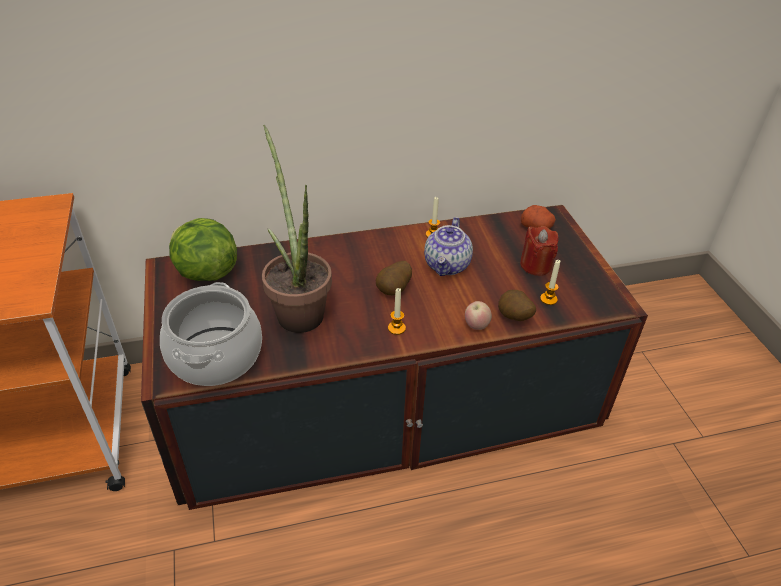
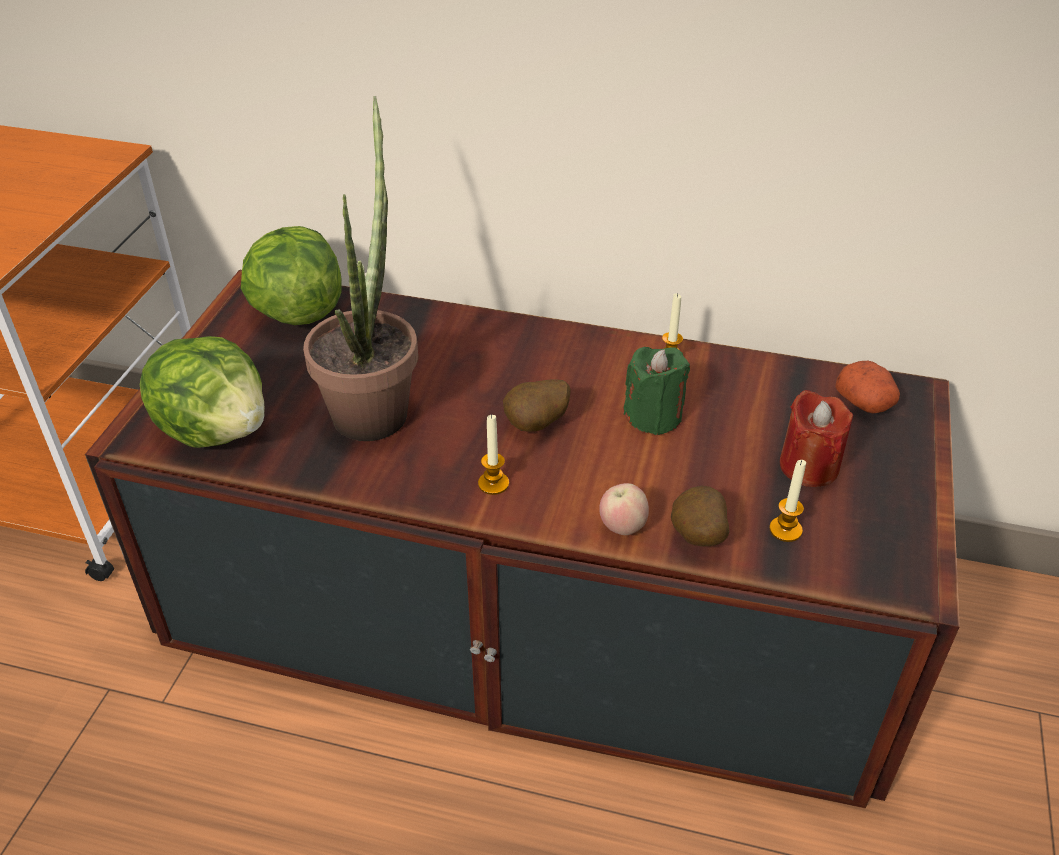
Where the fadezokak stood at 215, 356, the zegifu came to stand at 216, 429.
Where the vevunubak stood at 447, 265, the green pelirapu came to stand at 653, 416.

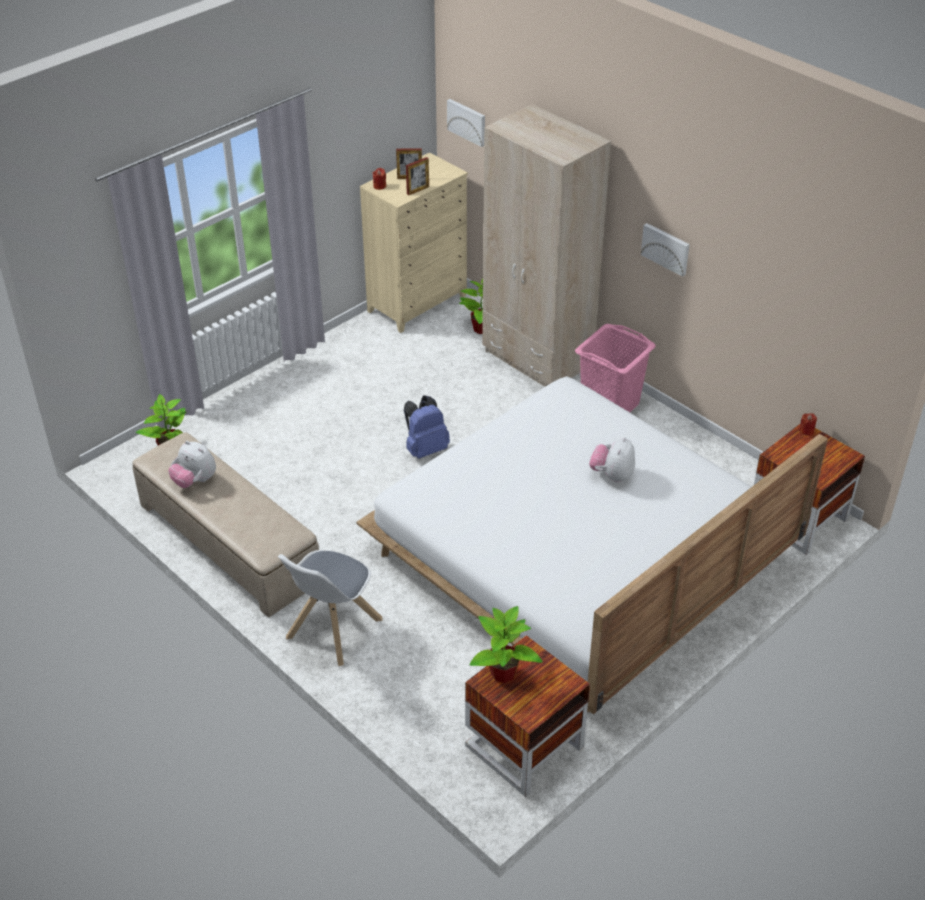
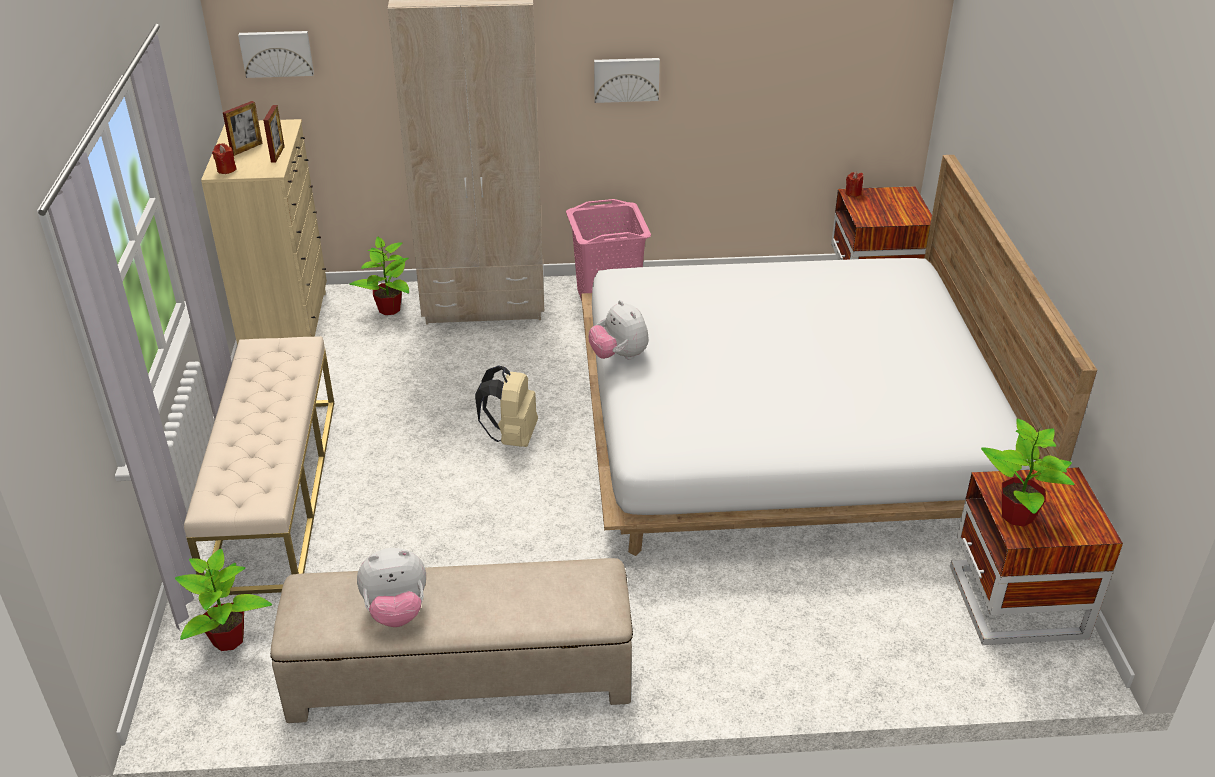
The second view lost the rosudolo at 332, 630.
The second view gained the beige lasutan at 274, 490.
The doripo ended up elsewhere, having gone from 612, 475 to 619, 356.
What was the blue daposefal at 425, 449 turned into the beige daposefal at 512, 437.

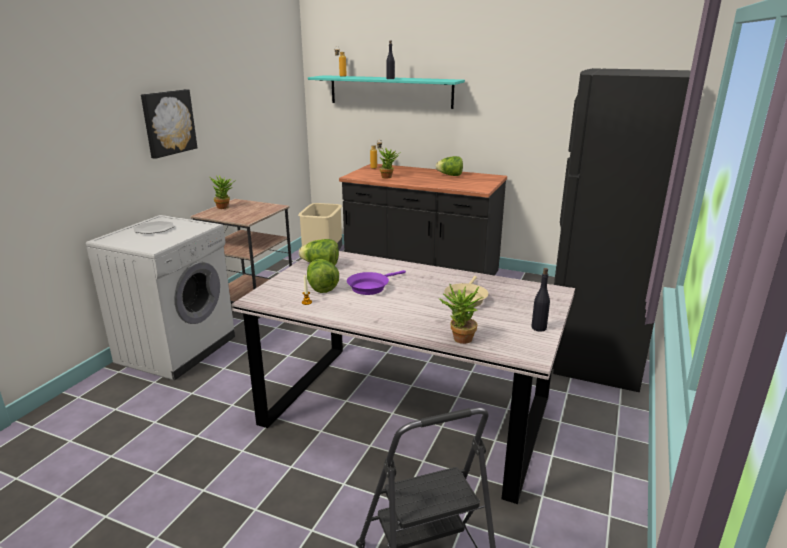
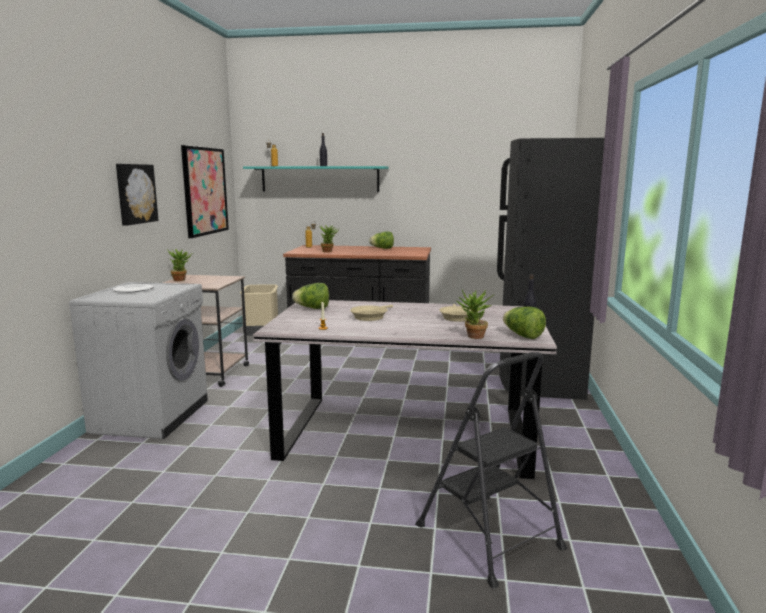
The second view gained the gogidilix at 205, 191.
The zegifu ended up elsewhere, having gone from 321, 287 to 522, 336.
What was the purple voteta at 370, 287 turned into the beige voteta at 370, 316.

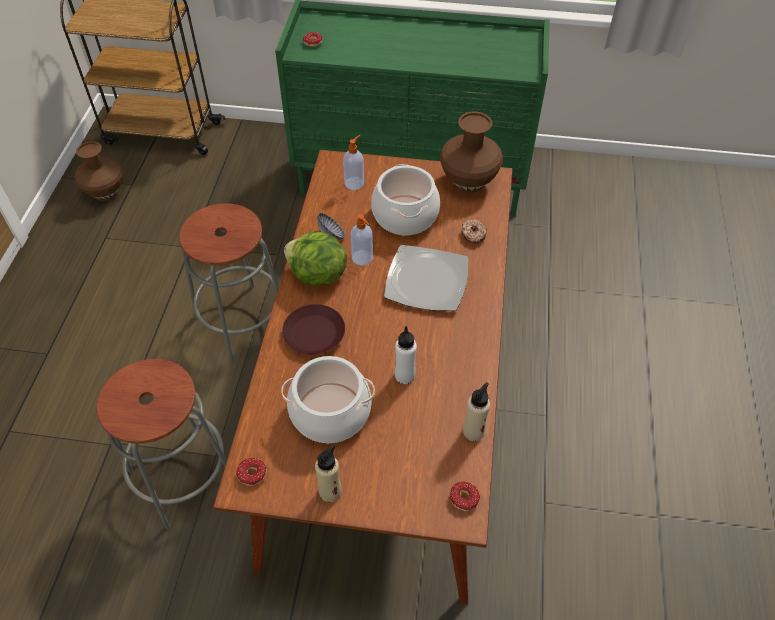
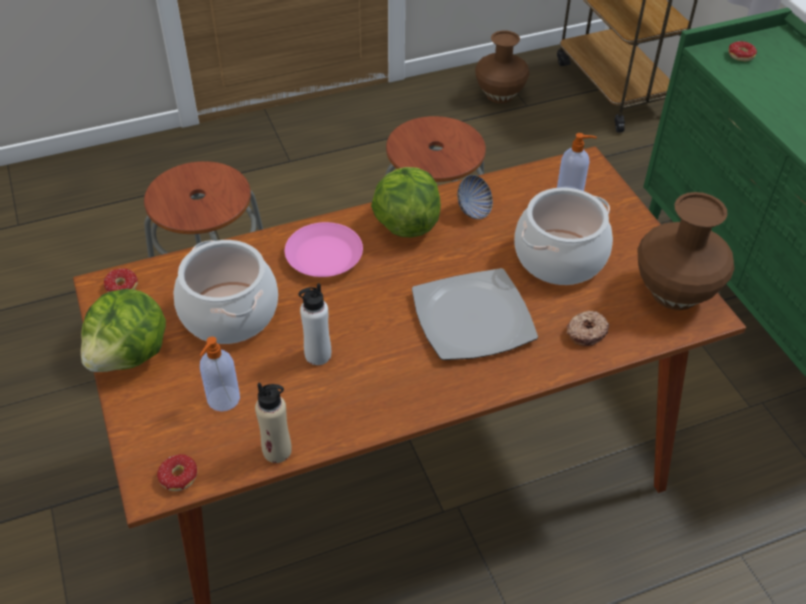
The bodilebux ended up elsewhere, having gone from 362, 258 to 223, 400.
Where the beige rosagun stood at 330, 491, the zegifu came to stand at 130, 355.
What was the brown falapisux at 315, 333 turned into the pink falapisux at 324, 256.

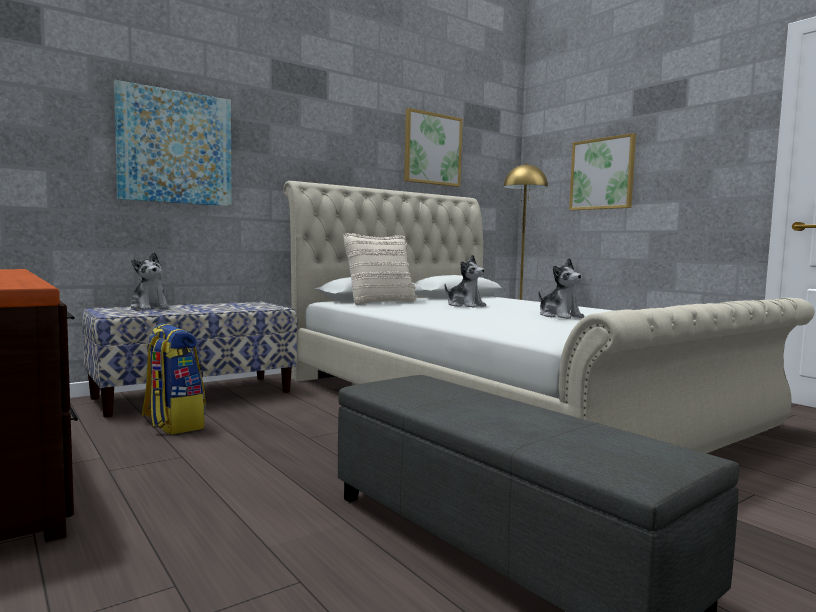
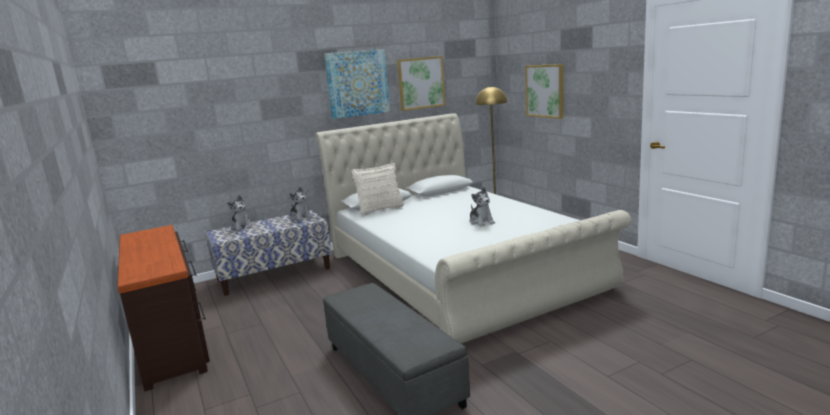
The second view lost the daposefal at 173, 424.
The gogidilix ended up elsewhere, having gone from 175, 147 to 357, 83.
The doripo ended up elsewhere, having gone from 465, 305 to 301, 217.

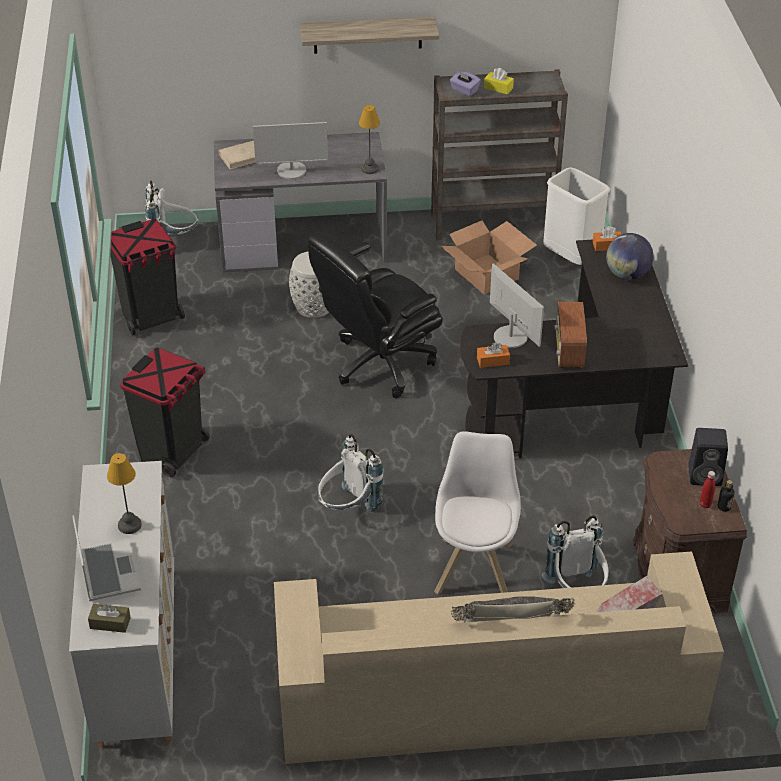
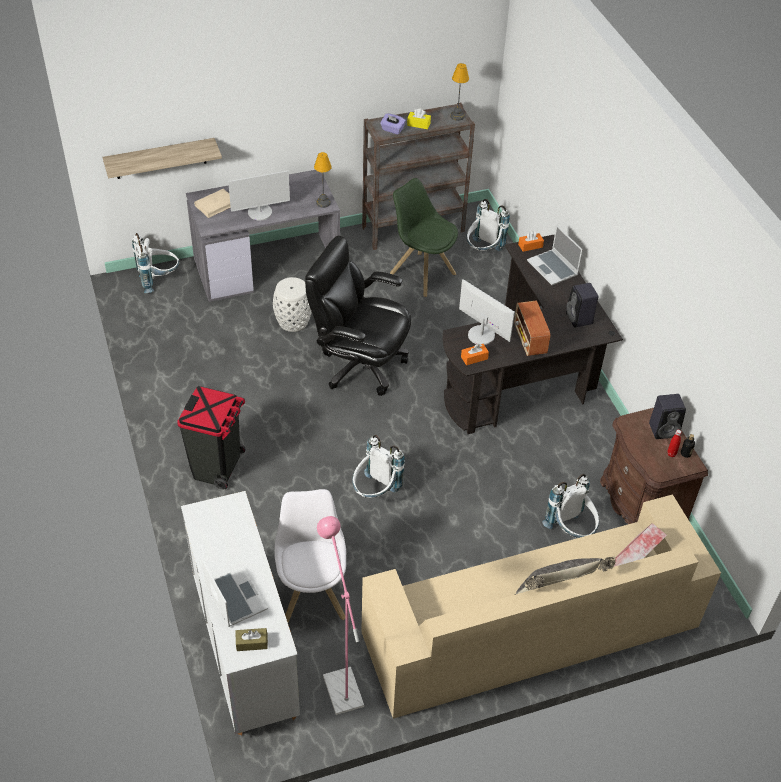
The second view lost the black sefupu at 151, 317.
The second view gained the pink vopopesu at 340, 683.
The second view gained the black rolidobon at 580, 319.
The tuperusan ended up elsewhere, having gone from 130, 525 to 457, 116.
The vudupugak ended up elsewhere, having gone from 367, 35 to 160, 158.
The white rosudolo ended up elsewhere, having gone from 474, 568 to 312, 594.
Where the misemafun stood at 487, 274, the green rosudolo came to stand at 422, 273.
Where the white sefupu stood at 571, 258, the white daposefal came to stand at 483, 252.
Where the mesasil stood at 627, 274, the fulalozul came to stand at 553, 268.
The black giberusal at 377, 364 ended up facing another way, 75 degrees clockwise from before.

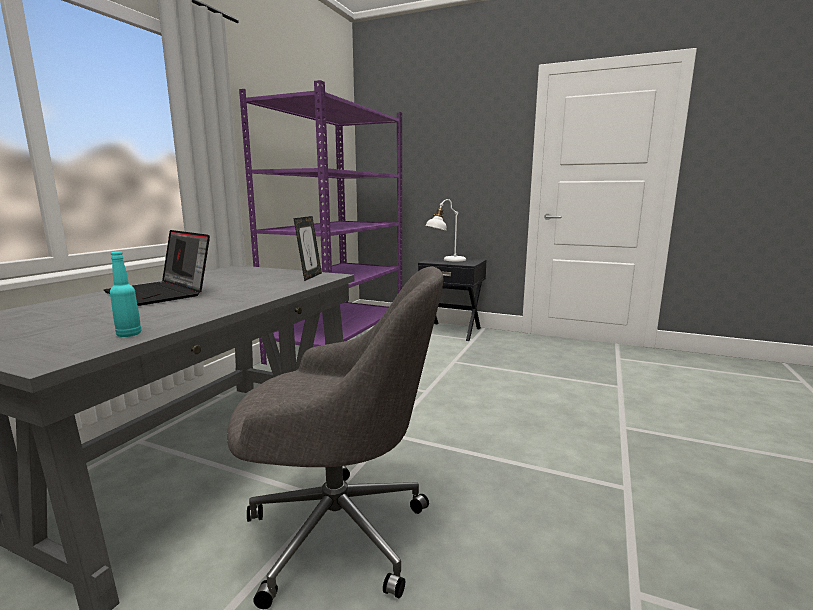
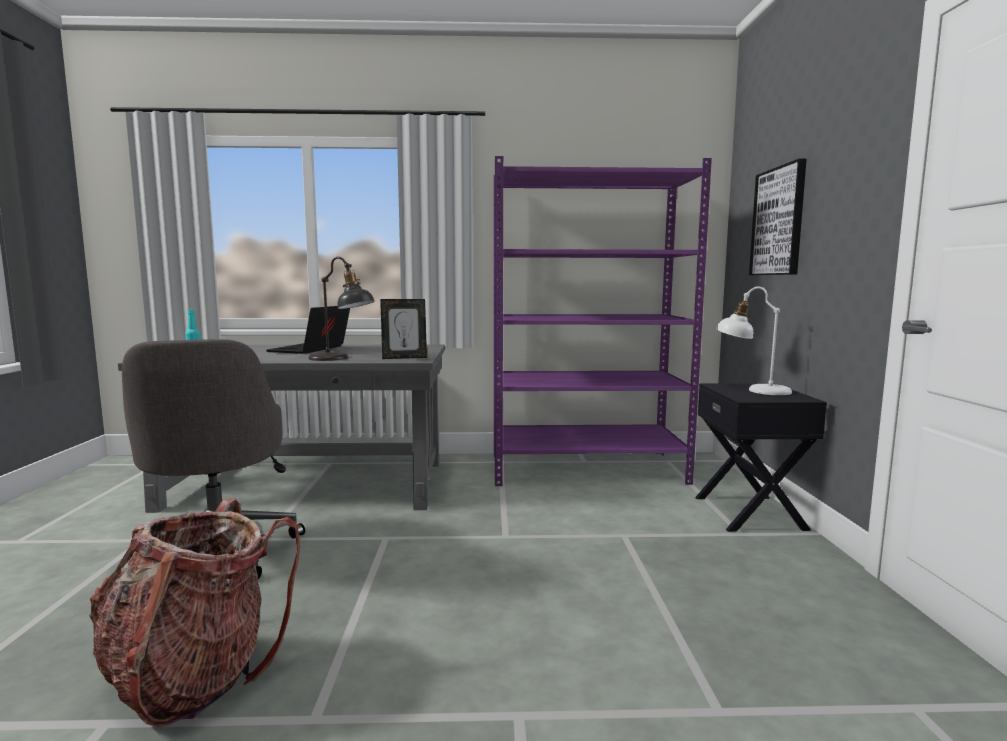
The second view gained the daposefal at 195, 676.
The second view gained the grey tuperusan at 342, 359.
The second view gained the gogidilix at 778, 222.

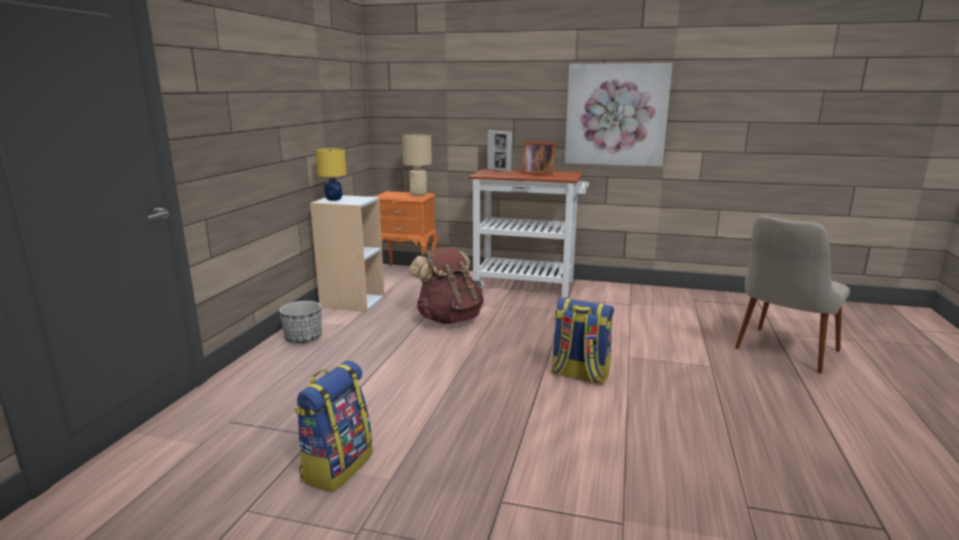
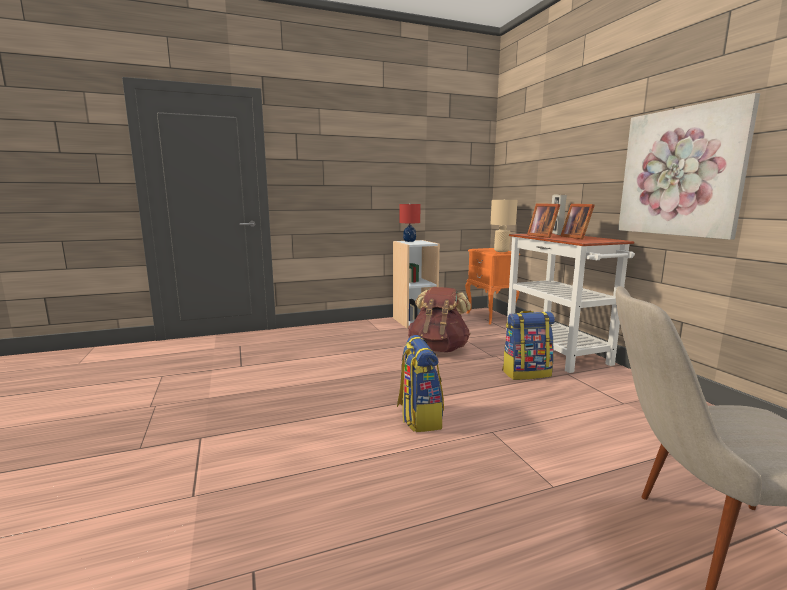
The second view lost the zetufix at 303, 338.
The second view gained the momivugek at 543, 236.
The daposefal ended up elsewhere, having gone from 336, 466 to 526, 373.
What was the yellow tuperusan at 334, 199 turned into the red tuperusan at 410, 241.

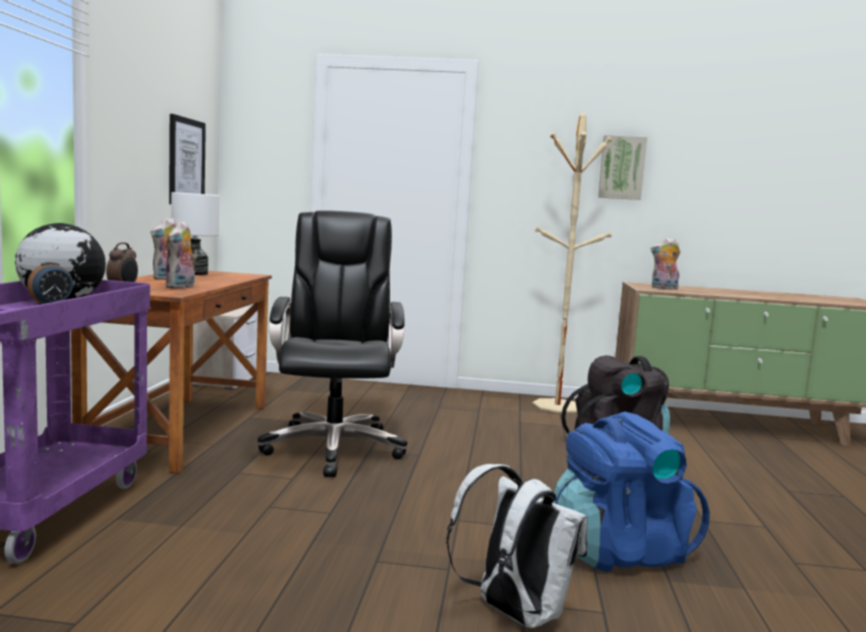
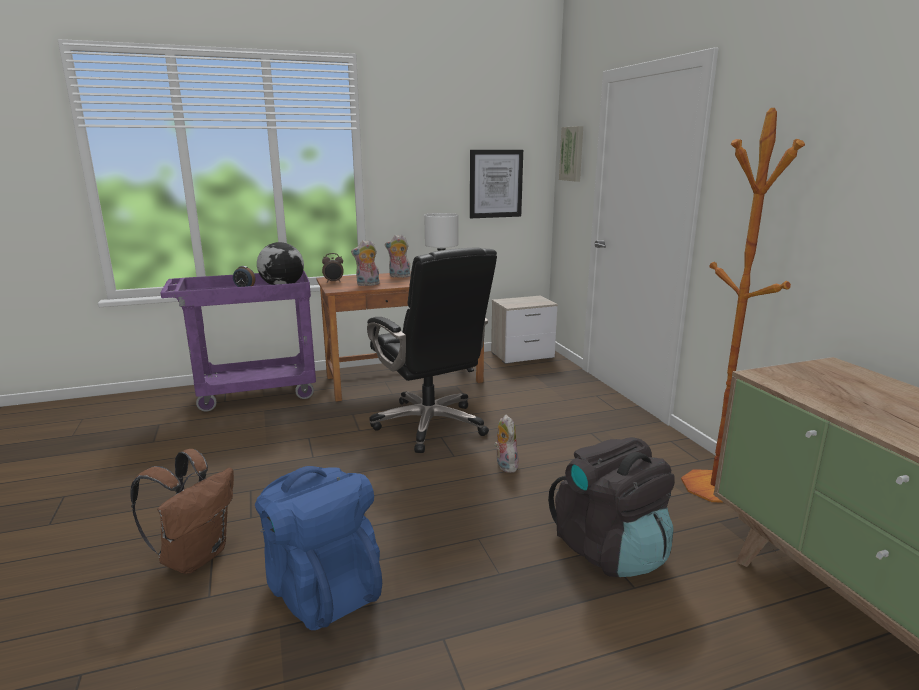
The gogidilix ended up elsewhere, having gone from 621, 167 to 572, 154.
The doripo ended up elsewhere, having gone from 663, 288 to 504, 465.
What was the white daposefal at 513, 613 turned into the brown daposefal at 195, 556.
What was the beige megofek at 557, 405 turned into the orange megofek at 714, 486.
The black giberusal at 333, 448 ended up facing another way, 90 degrees clockwise from before.

